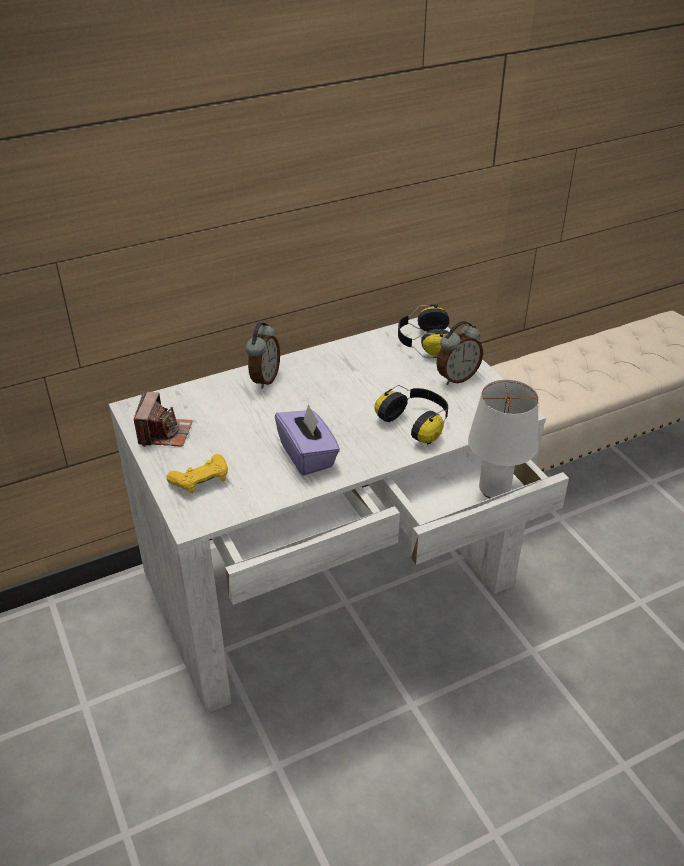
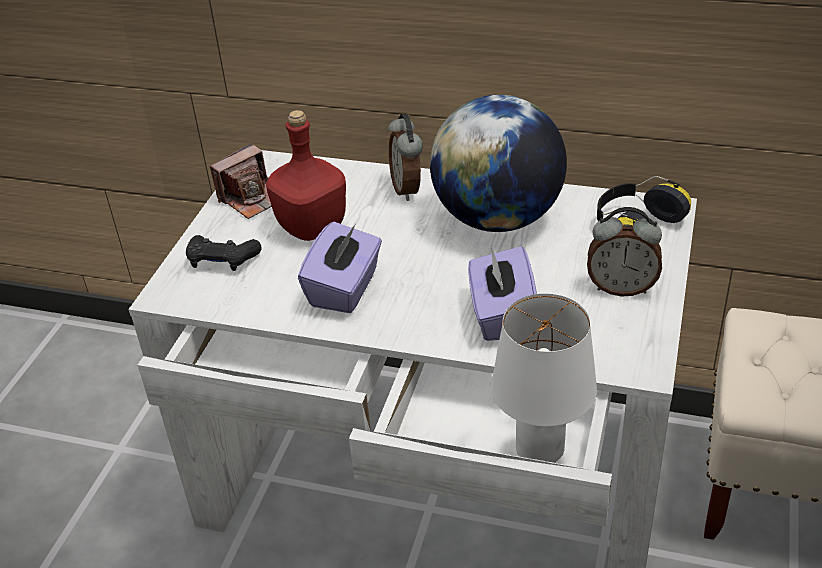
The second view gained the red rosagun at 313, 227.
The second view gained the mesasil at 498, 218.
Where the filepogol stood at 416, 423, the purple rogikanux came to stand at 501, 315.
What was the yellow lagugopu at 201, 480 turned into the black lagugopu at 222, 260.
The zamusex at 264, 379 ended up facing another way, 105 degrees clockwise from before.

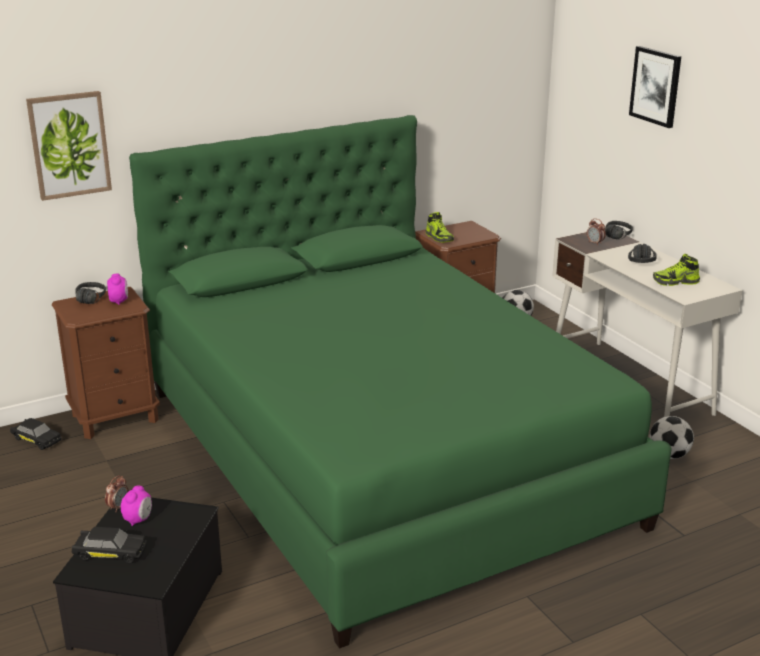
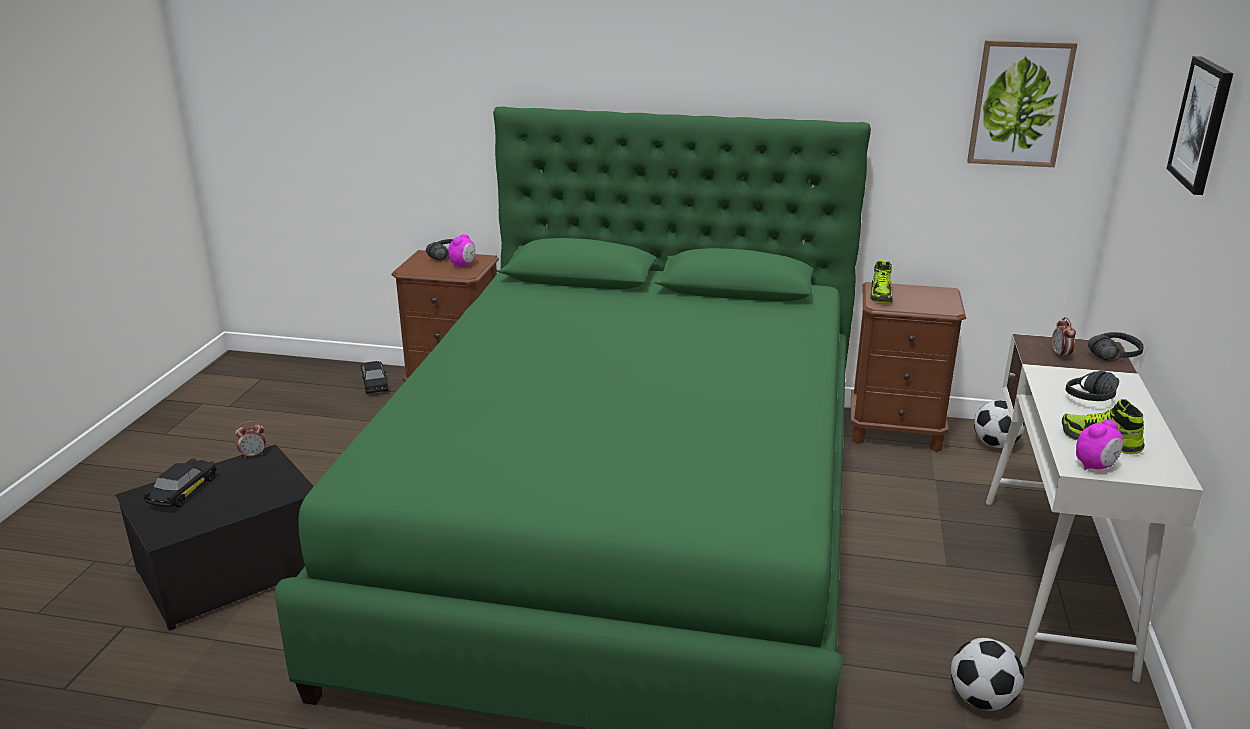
The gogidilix ended up elsewhere, having gone from 69, 145 to 1019, 103.
The zamusex ended up elsewhere, having gone from 138, 520 to 1095, 466.
The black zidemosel at 110, 553 ended up facing another way, 120 degrees counterclockwise from before.

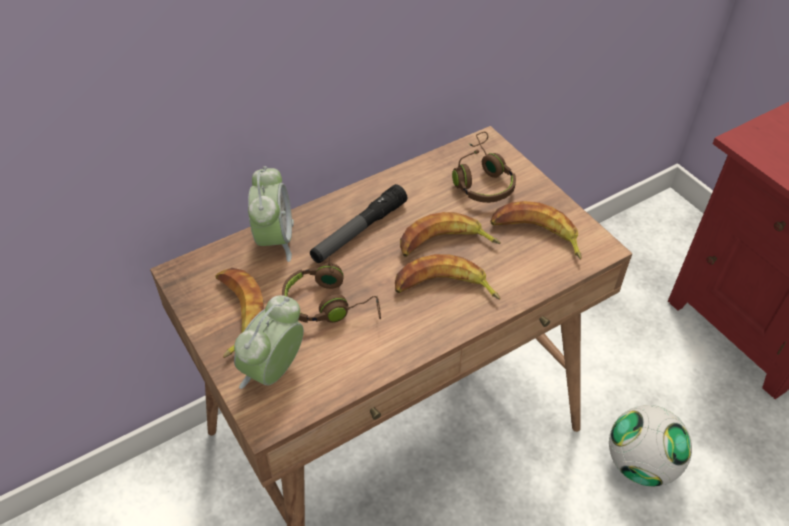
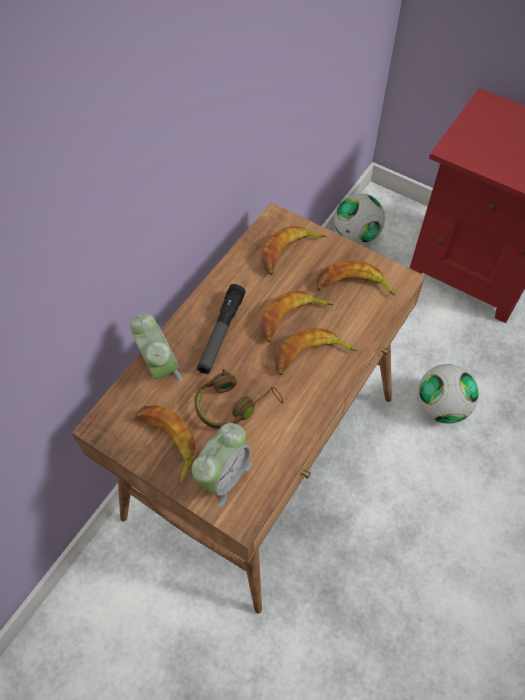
The second view gained the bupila at 356, 235.
Where the brown filepogol stood at 481, 179, the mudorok came to stand at 289, 253.
The zamusex at 274, 371 ended up facing another way, 150 degrees counterclockwise from before.

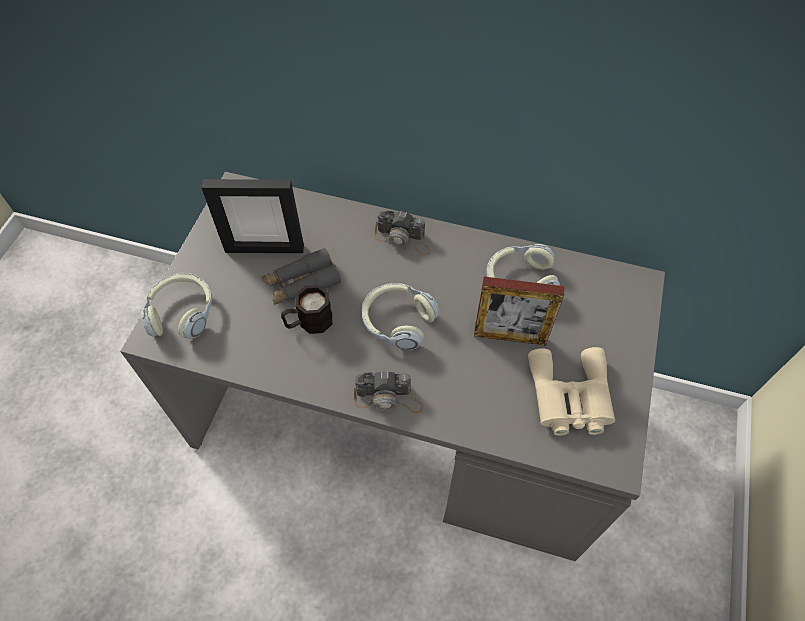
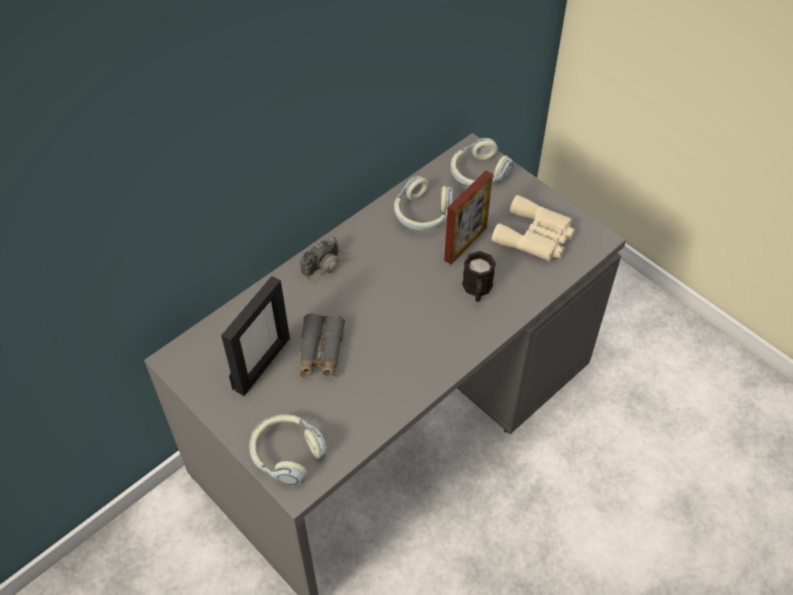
The second view lost the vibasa at 388, 398.
The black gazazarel ended up elsewhere, having gone from 309, 322 to 477, 290.
The filepogol ended up elsewhere, having gone from 397, 321 to 478, 174.

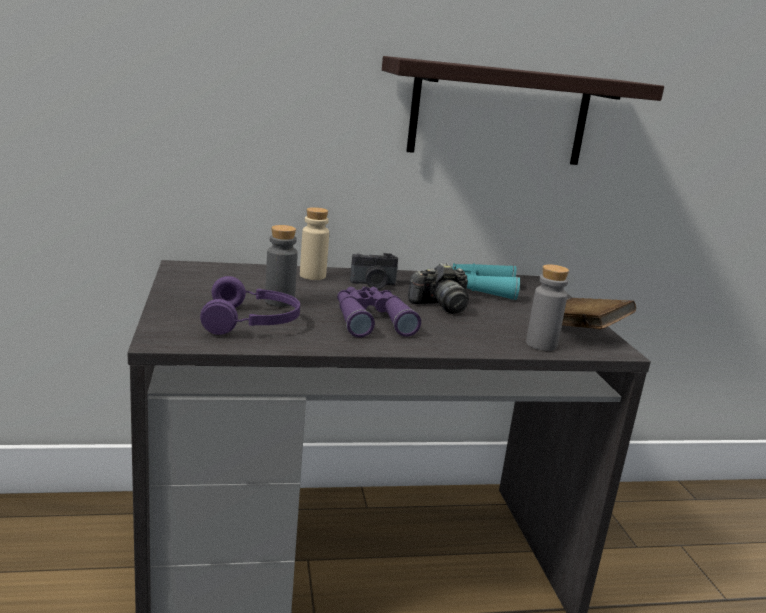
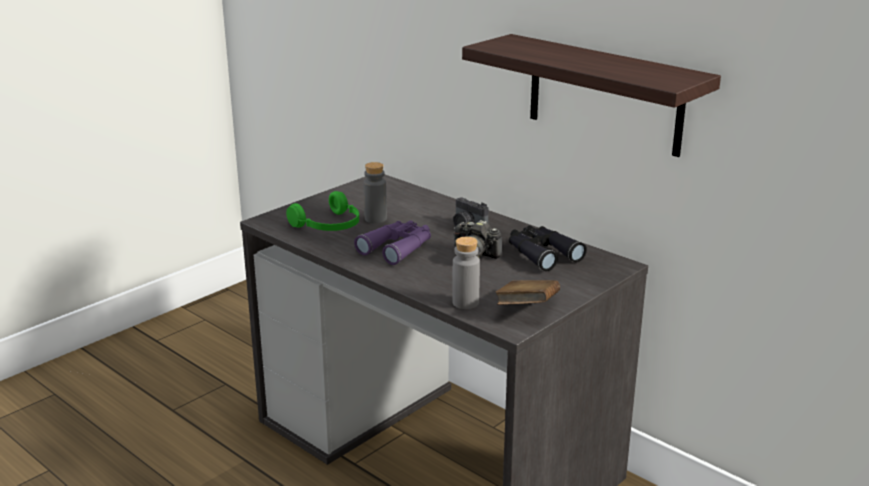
The second view lost the beige rosagun at 312, 276.
What was the purple filepogol at 252, 322 turned into the green filepogol at 329, 226.
What was the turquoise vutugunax at 477, 289 turned into the black vutugunax at 541, 254.

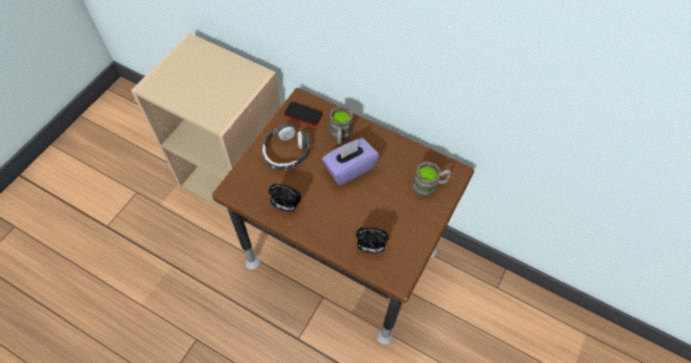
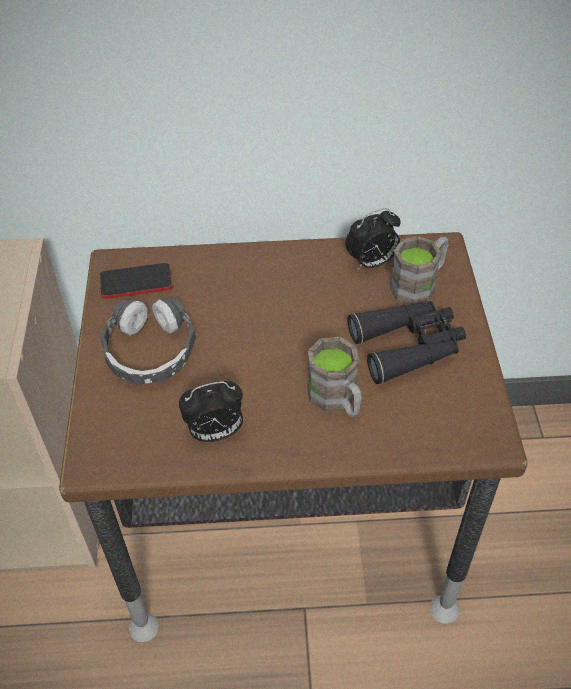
The second view lost the purple rogikanux at 349, 168.
The second view gained the black vutugunax at 408, 346.
The brown gazazarel ended up elsewhere, having gone from 340, 135 to 337, 399.
The zamusex ended up elsewhere, having gone from 370, 247 to 371, 263.

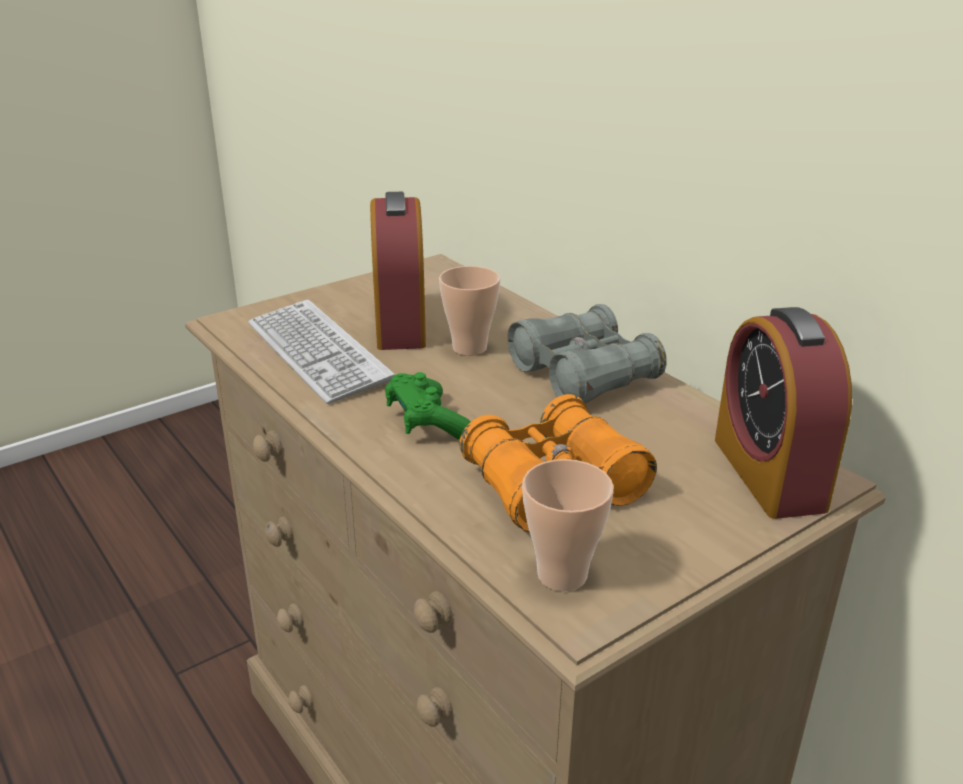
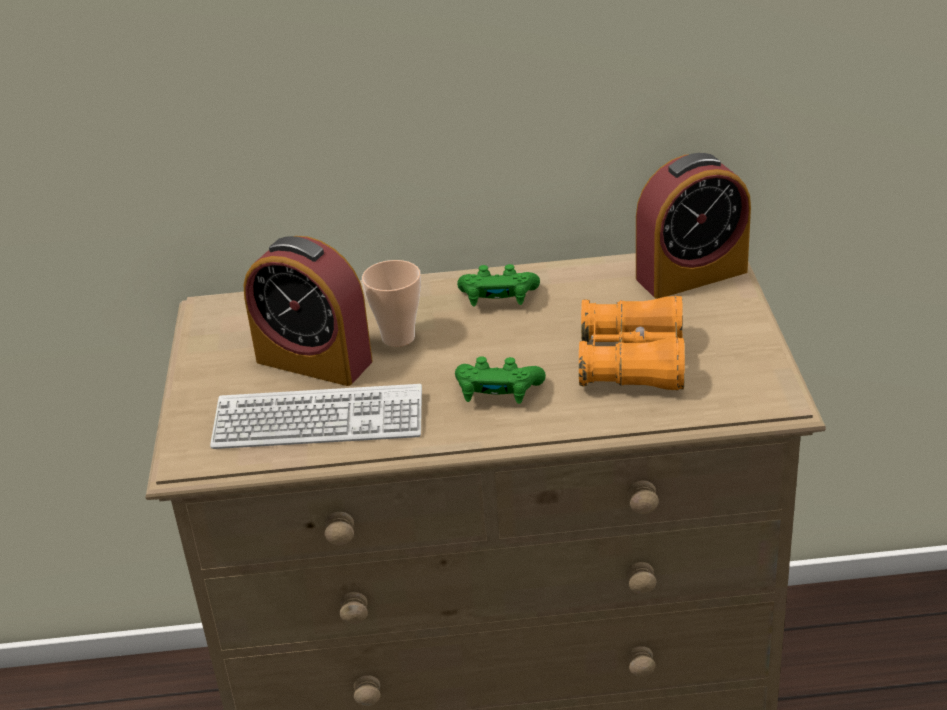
The second view lost the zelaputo at 562, 575.
Where the grey vutugunax stood at 582, 375, the green lagugopu came to stand at 498, 299.
The zamusex at 768, 473 ended up facing another way, 45 degrees counterclockwise from before.

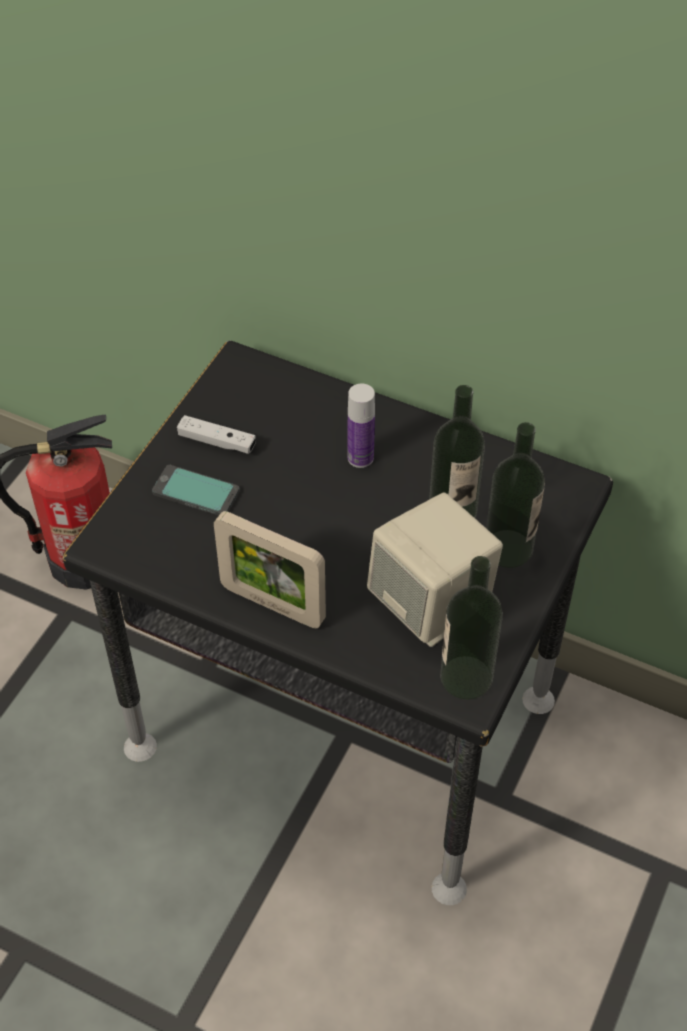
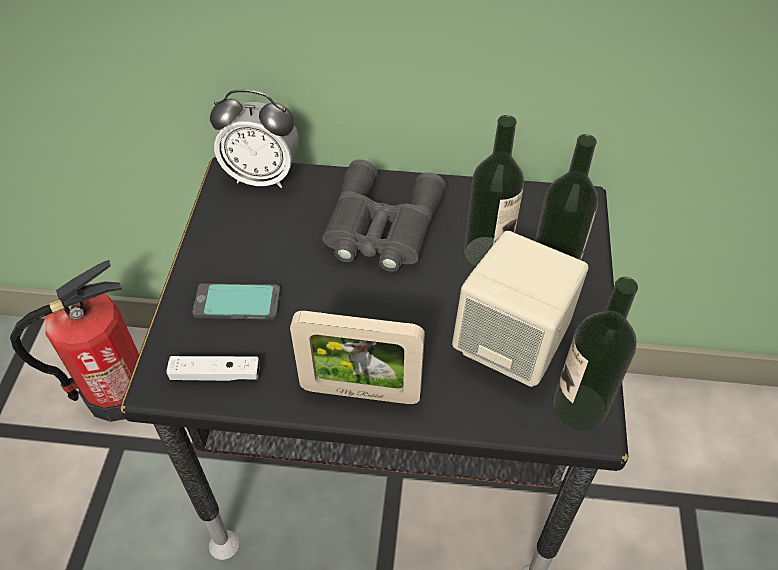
The second view gained the zamusex at 262, 176.
The white lagugopu ended up elsewhere, having gone from 217, 442 to 215, 374.
Where the rosagun stood at 360, 458, the grey vutugunax came to stand at 380, 228.

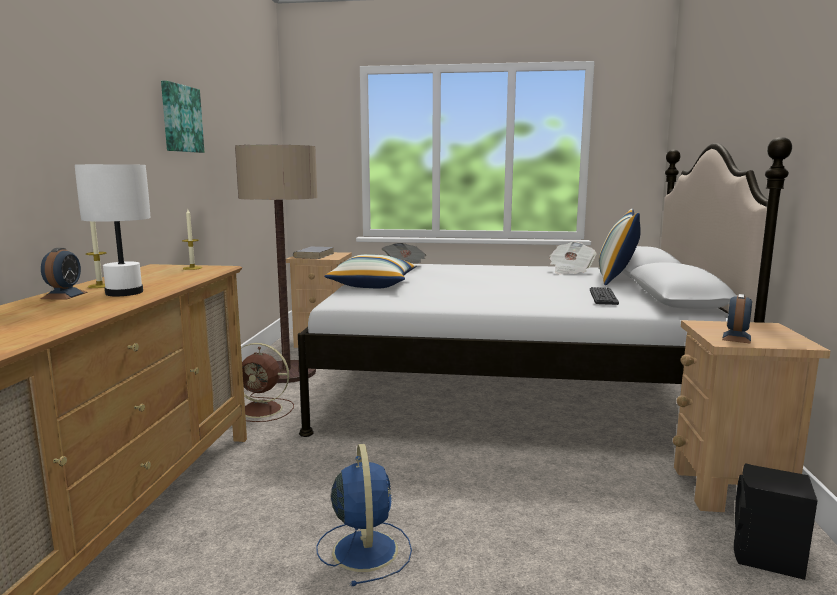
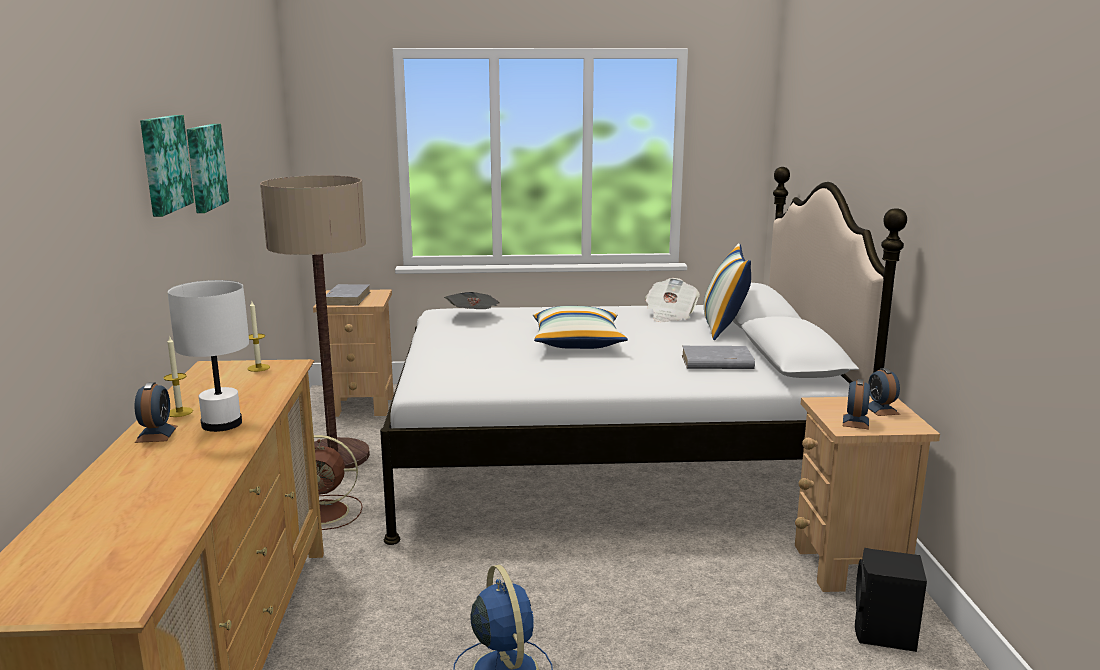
The second view gained the gogidilix at 163, 164.
The second view gained the zamusex at 881, 409.
The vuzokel ended up elsewhere, having gone from 373, 285 to 577, 342.
Where the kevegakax stood at 603, 297, the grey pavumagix came to stand at 716, 362.

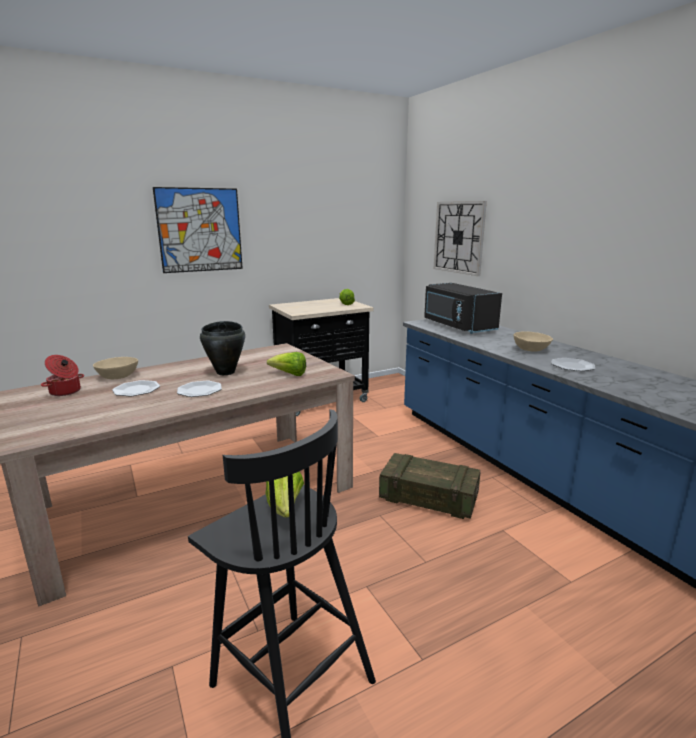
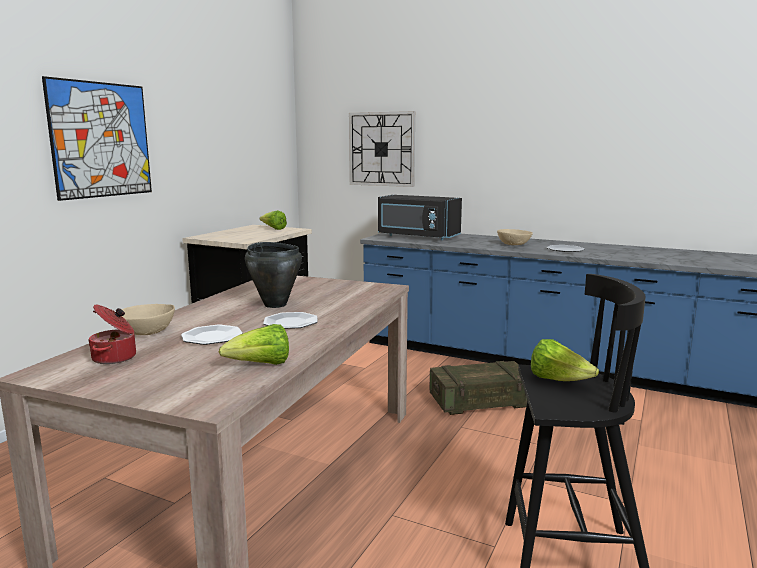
The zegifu ended up elsewhere, having gone from 289, 374 to 261, 365.

